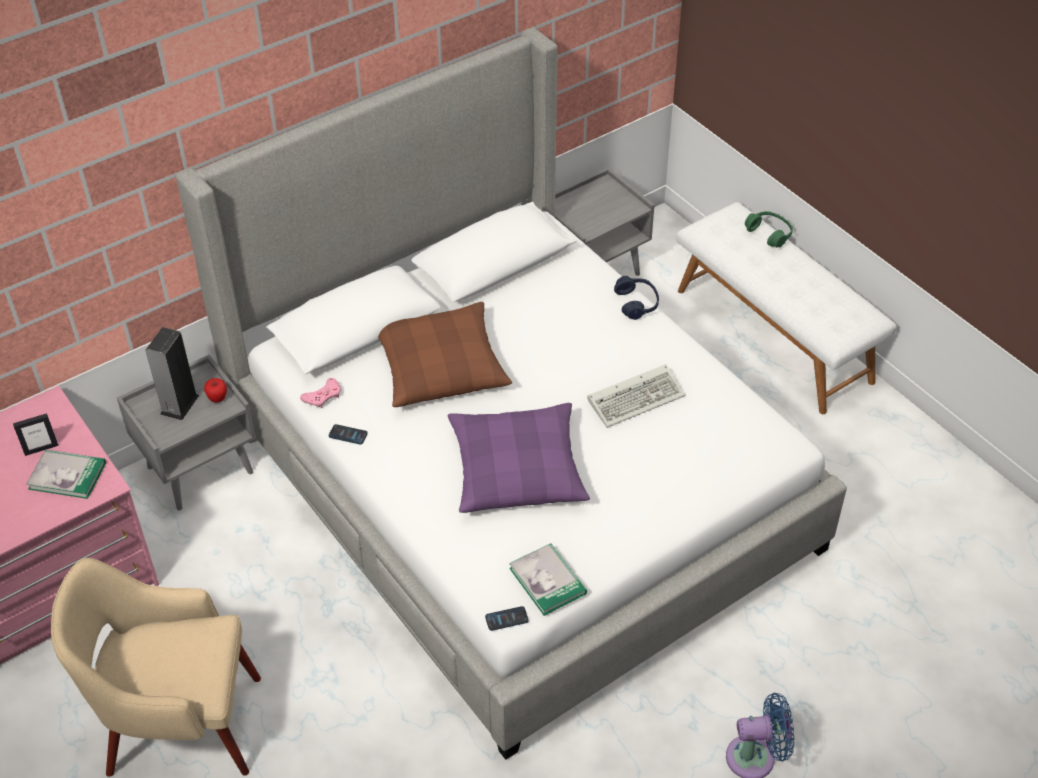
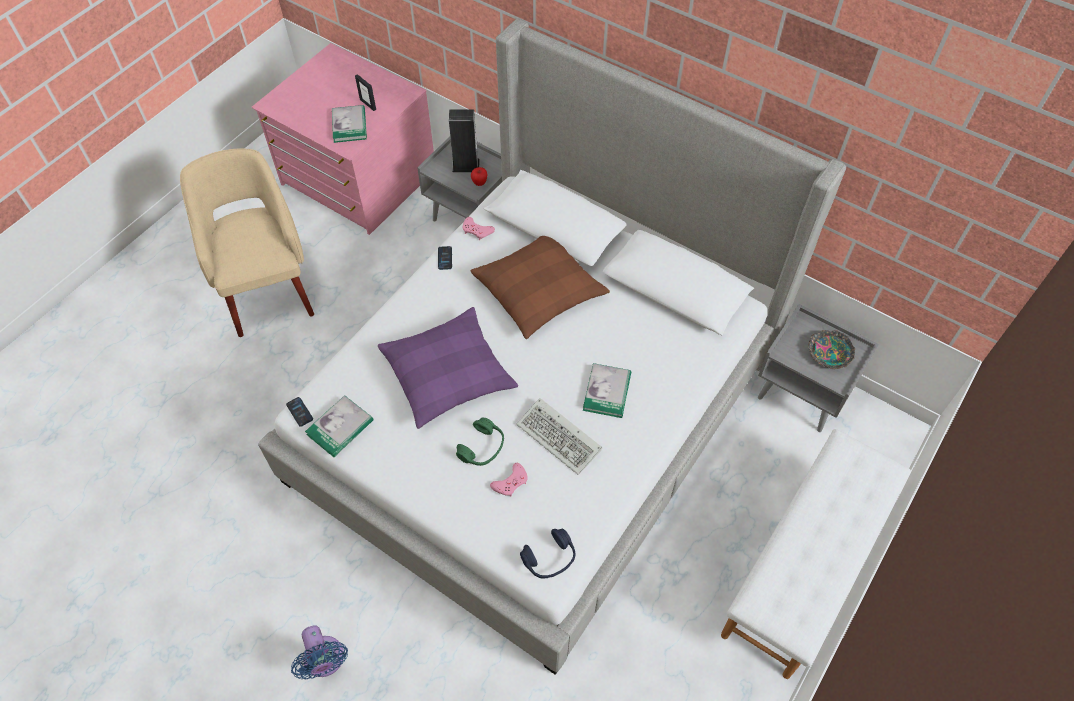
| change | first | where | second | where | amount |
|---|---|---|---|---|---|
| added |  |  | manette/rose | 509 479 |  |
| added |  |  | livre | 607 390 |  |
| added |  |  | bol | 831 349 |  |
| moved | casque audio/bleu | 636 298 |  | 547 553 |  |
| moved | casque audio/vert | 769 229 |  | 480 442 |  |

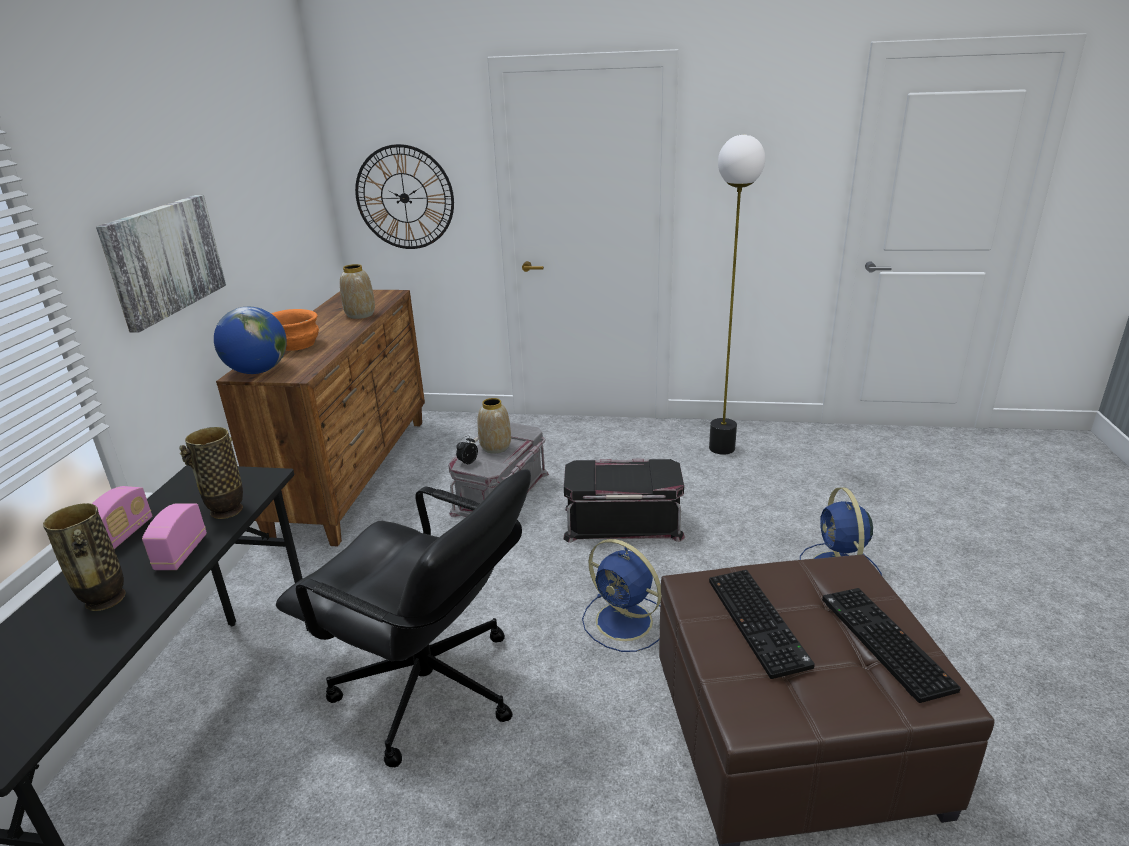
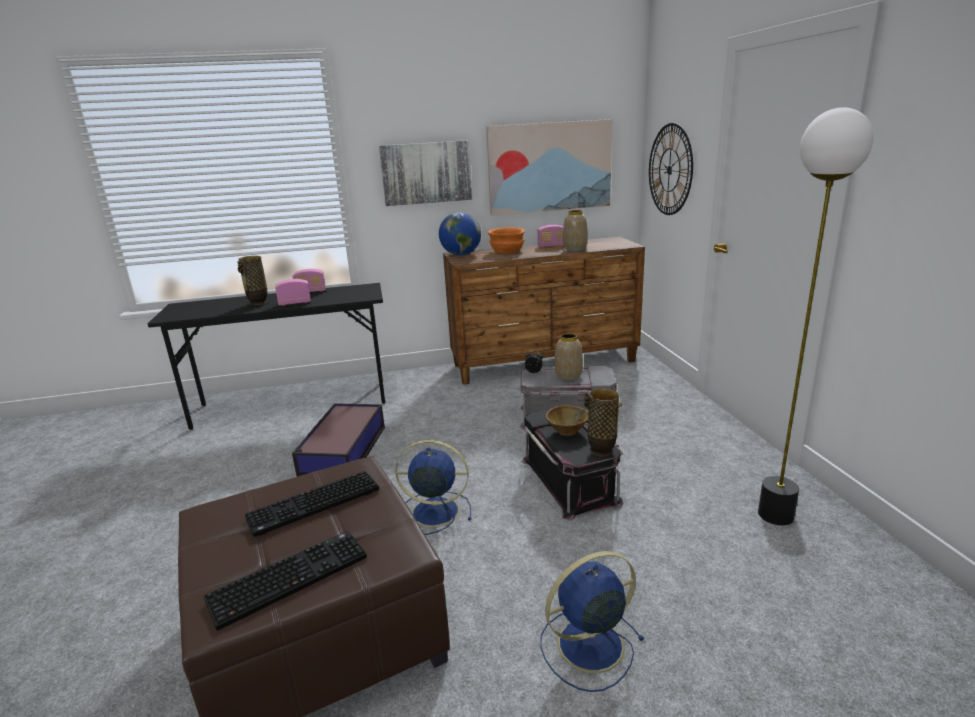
| change | first | where | second | where | amount |
|---|---|---|---|---|---|
| added |  |  | tableau | 549 167 |  |
| added |  |  | radio | 551 236 |  |
| added |  |  | bol/marron | 567 420 |  |
| moved | vase | 211 473 |  | 603 422 |  |
| replaced | chaise de bureau/noir | 403 618 | boîte de rangement | 338 440 |  |
| turned | ventilateur/bleu | 622 595 |  | 433 487 | 75 degrees clockwise |

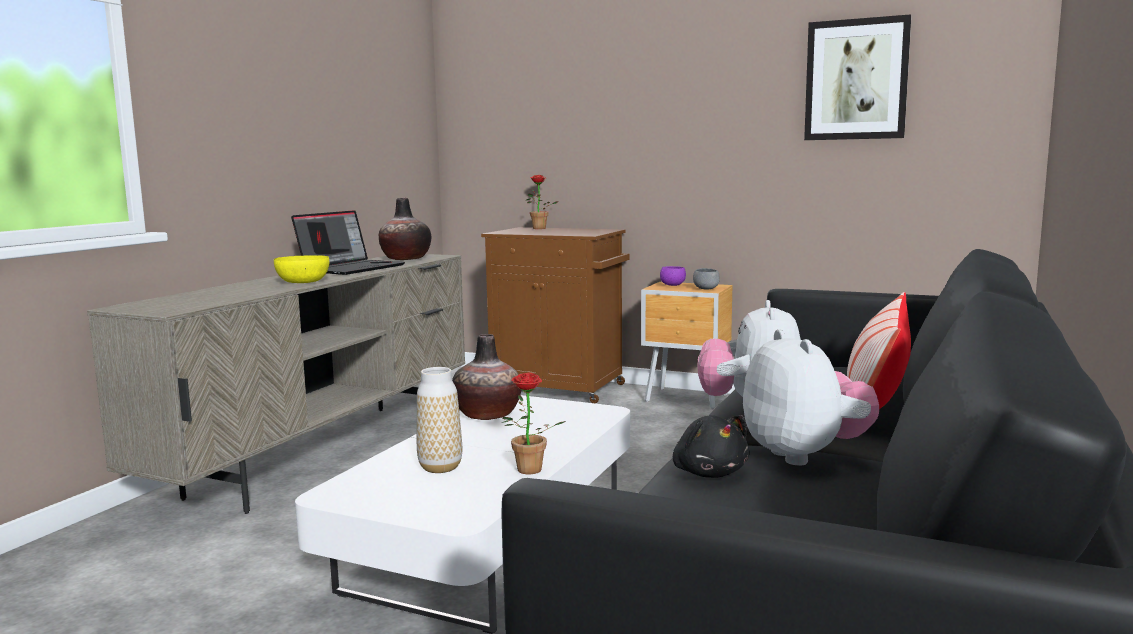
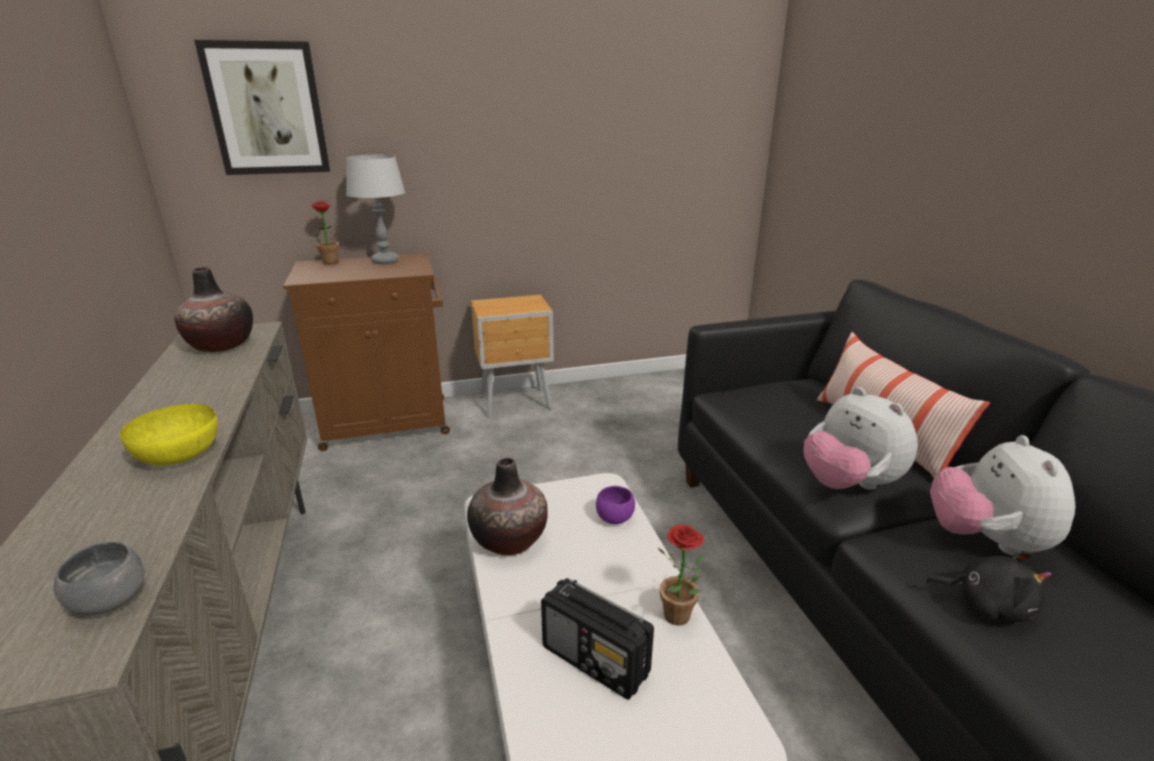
| change | first | where | second | where | amount |
|---|---|---|---|---|---|
| removed | ordinateur portable | 348 242 |  |  |  |
| added |  |  | lampe de table/gris | 375 209 |  |
| moved | bol/violet | 673 276 |  | 615 505 |  |
| moved | bol/gris | 706 278 |  | 99 578 |  |
| moved | tableau | 857 77 |  | 262 107 |  |
| replaced | vase | 439 420 | radio | 597 639 |  |
| turned | peluche | 811 397 |  | 1002 495 | 120 degrees counterclockwise |

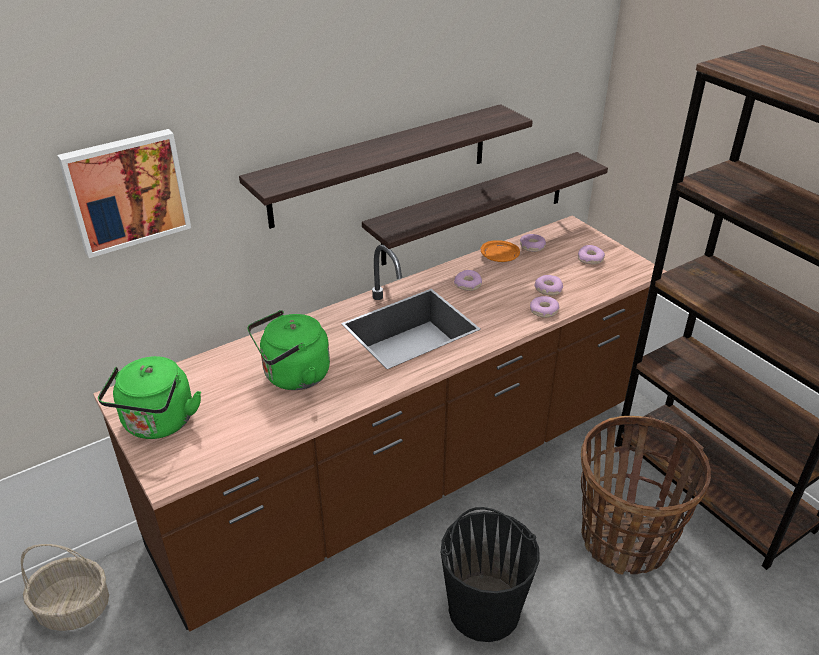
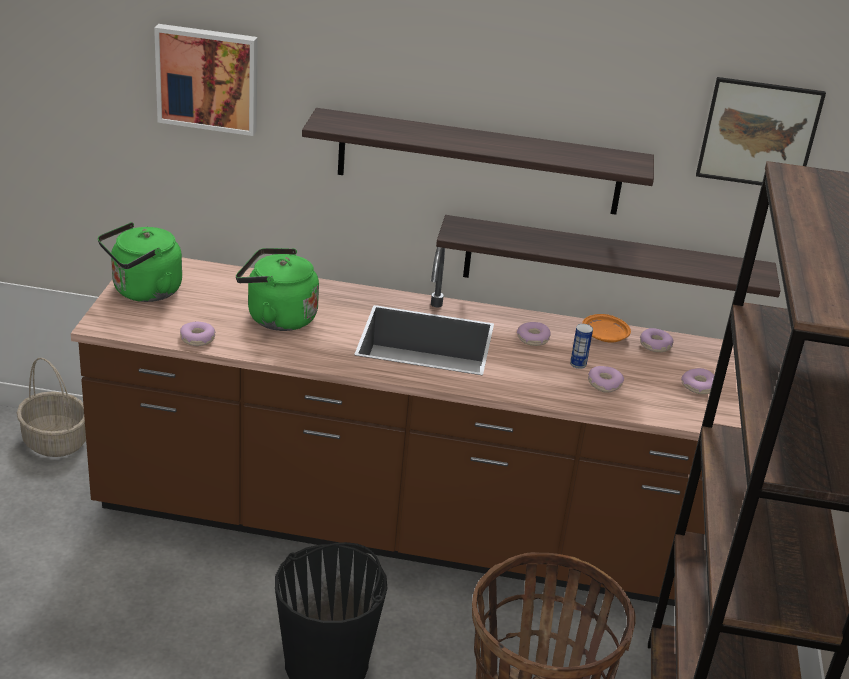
| change | first | where | second | where | amount |
|---|---|---|---|---|---|
| added |  |  | boîte métallique | 581 346 |  |
| added |  |  | tableau | 761 131 |  |
| moved | beignet | 544 307 |  | 198 334 |  |

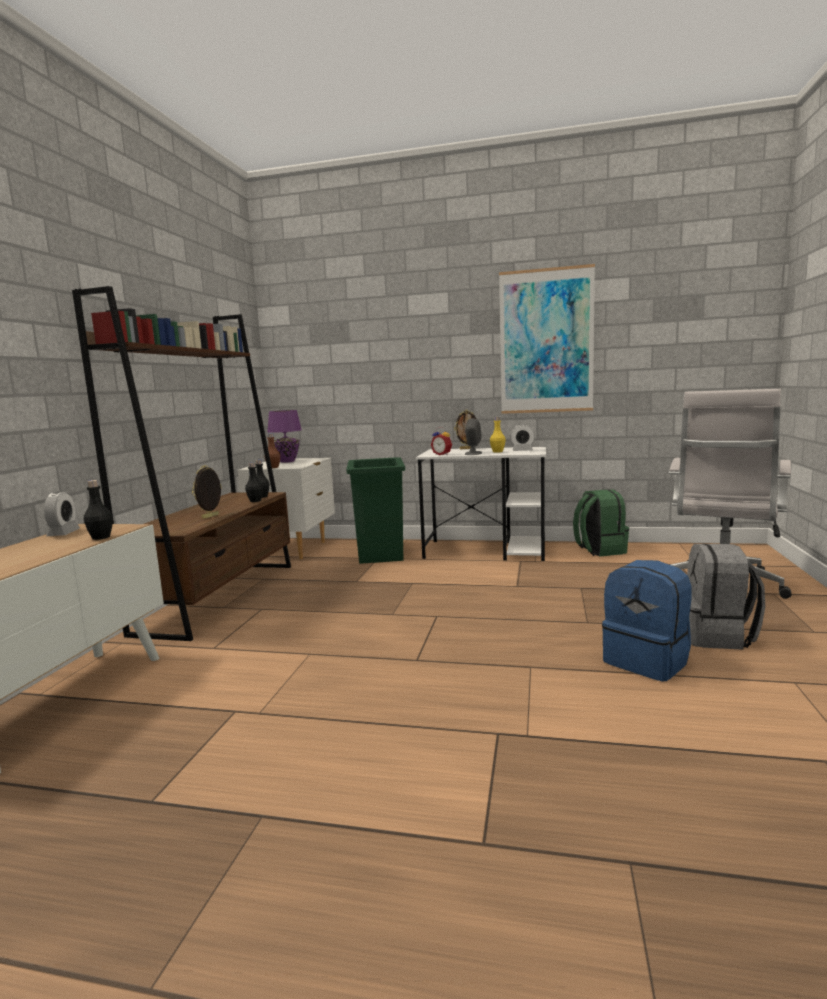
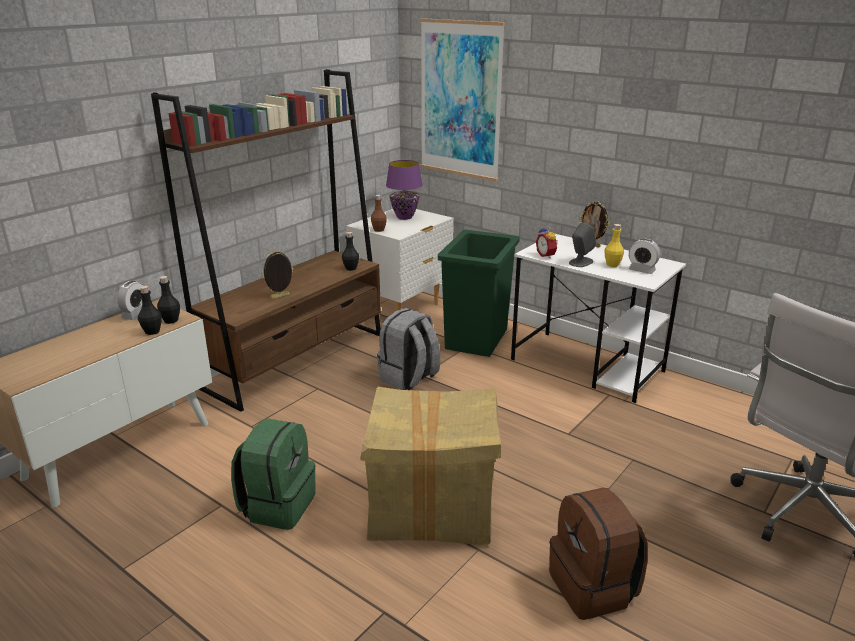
| change | first | where | second | where | amount |
|---|---|---|---|---|---|
| added |  |  | carton | 430 466 |  |
| moved | bouteille/noir | 254 482 |  | 168 300 |  |
| moved | tableau | 547 339 |  | 462 100 |  |
| moved | sac à dos/vert | 601 522 |  | 273 474 |  |
| moved | sac à dos/gris | 726 596 |  | 408 349 |  |
| recoloured | sac à dos/bleu | 647 621 | sac à dos/marron | 598 554 |  |

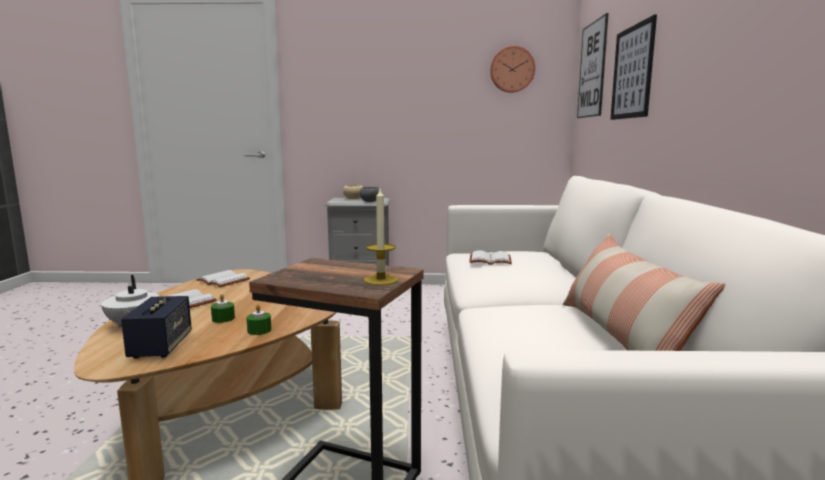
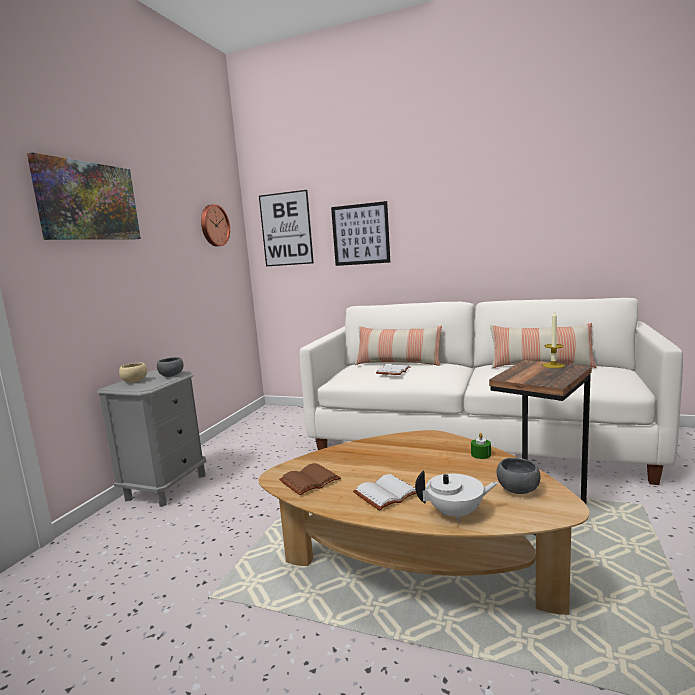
| change | first | where | second | where | amount |
|---|---|---|---|---|---|
| removed | bougie/vert | 223 308 |  |  |  |
| added |  |  | tableau | 84 196 |  |
| added |  |  | coussin | 398 345 |  |
| replaced | enceinte | 156 327 | bol/gris | 518 476 |  |
| recoloured | livre/blanc | 223 278 | livre/marron | 310 479 |  |

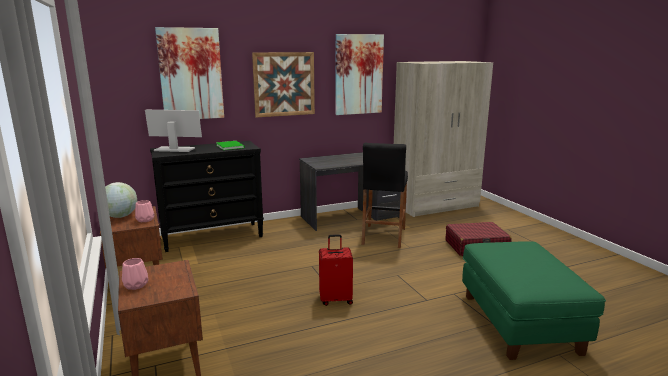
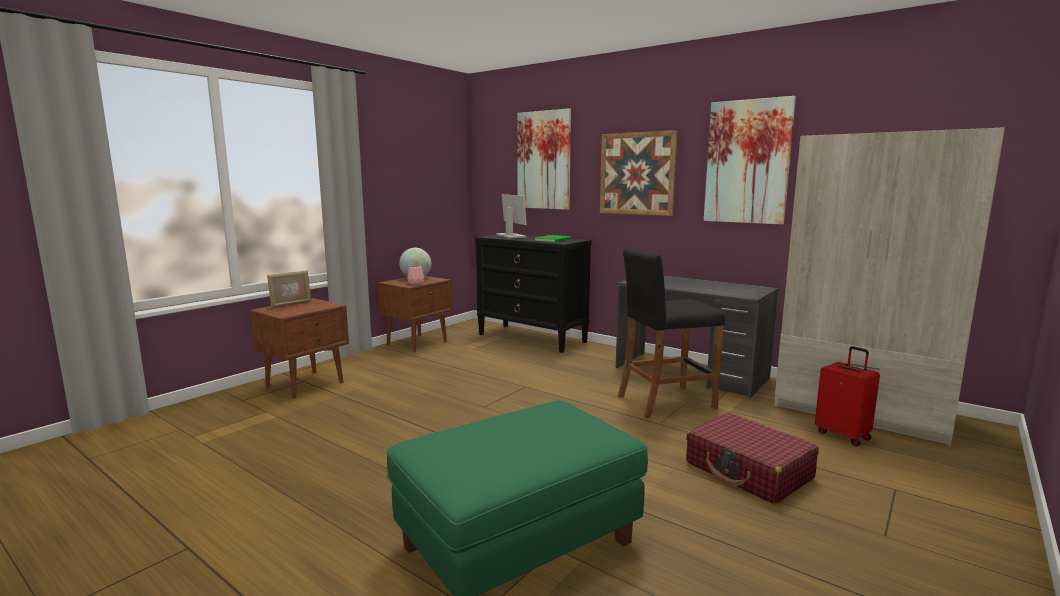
| change | first | where | second | where | amount |
|---|---|---|---|---|---|
| moved | valise/rouge | 336 270 |  | 847 396 |  |
| replaced | vase/rose | 135 274 | cadre photo | 289 289 |  |

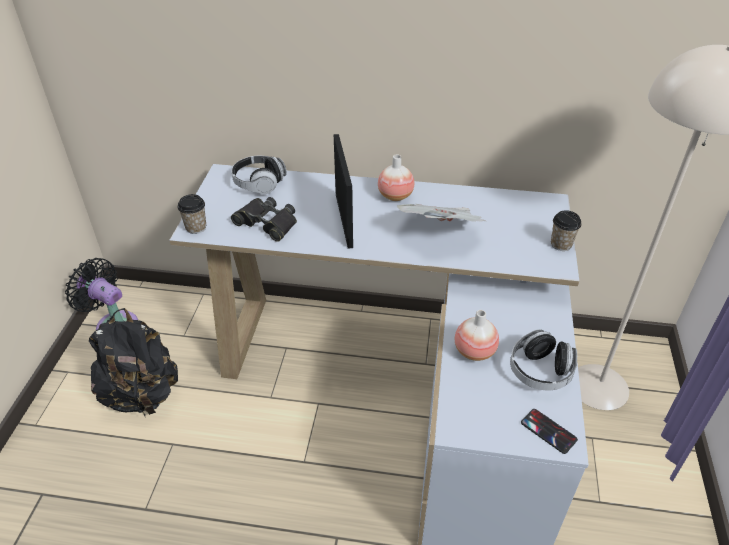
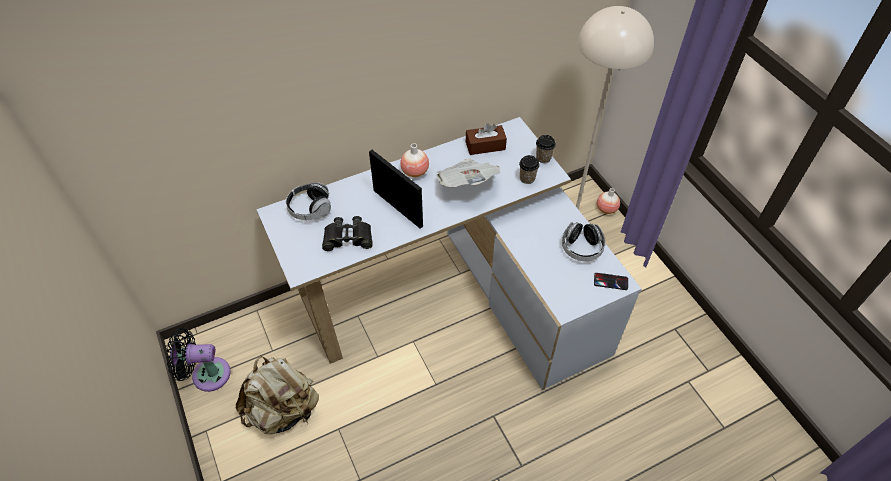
| change | first | where | second | where | amount |
|---|---|---|---|---|---|
| added |  |  | boîte à mouchoirs/marron | 486 139 |  |
| moved | tasse | 192 214 |  | 529 169 |  |
| moved | vase | 477 335 |  | 608 201 |  |
| recoloured | sac à dos/noir | 133 362 | sac à dos/beige | 277 395 |  |

